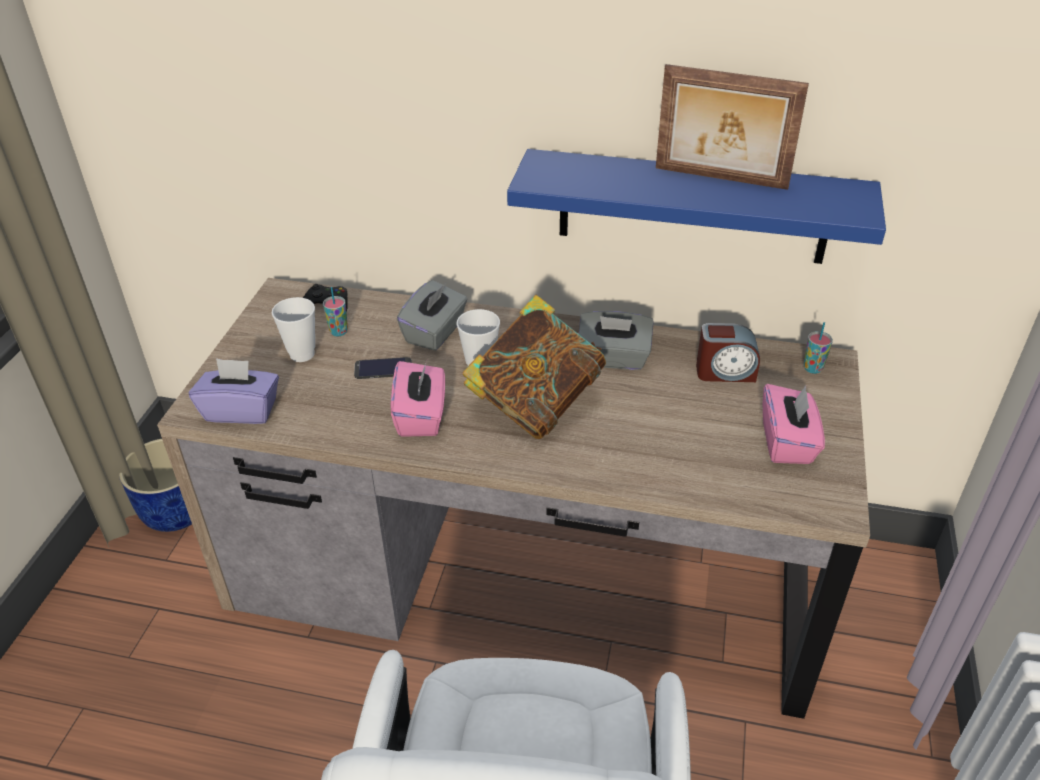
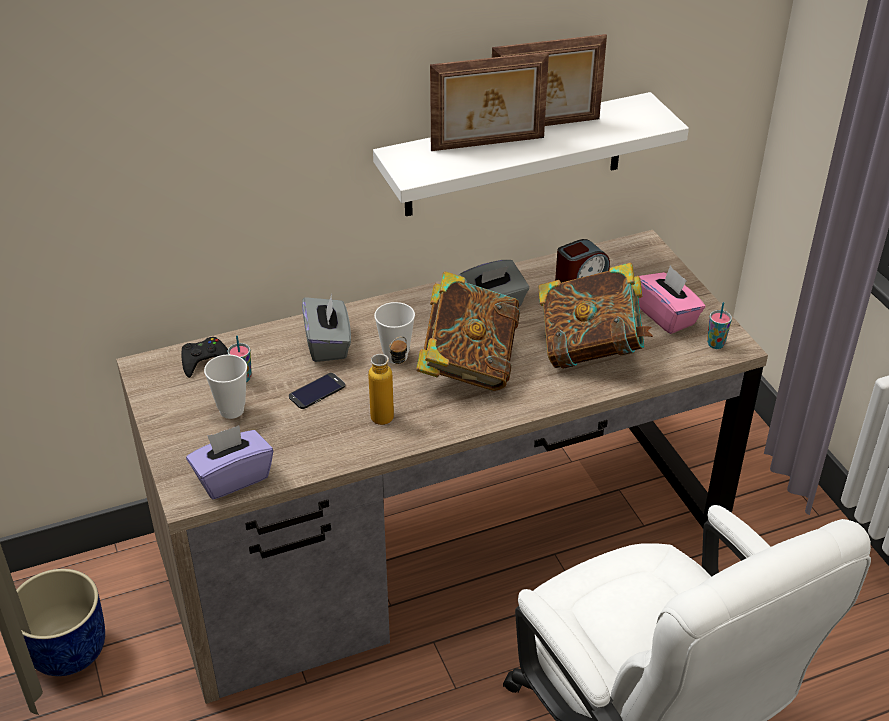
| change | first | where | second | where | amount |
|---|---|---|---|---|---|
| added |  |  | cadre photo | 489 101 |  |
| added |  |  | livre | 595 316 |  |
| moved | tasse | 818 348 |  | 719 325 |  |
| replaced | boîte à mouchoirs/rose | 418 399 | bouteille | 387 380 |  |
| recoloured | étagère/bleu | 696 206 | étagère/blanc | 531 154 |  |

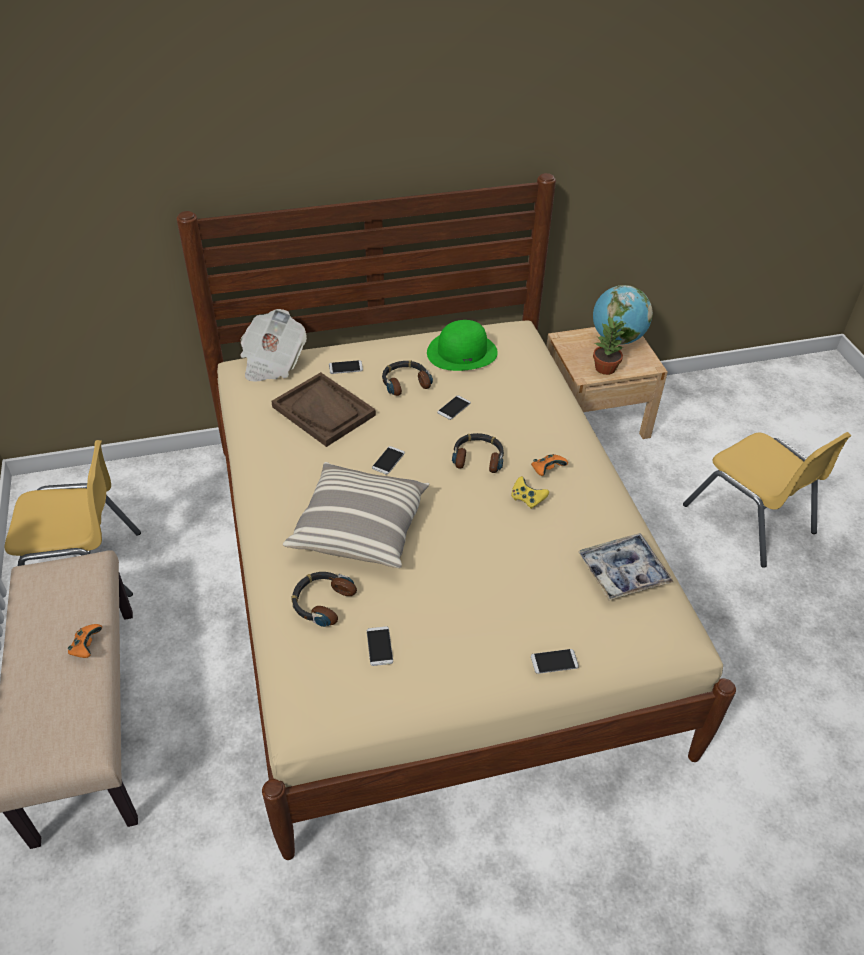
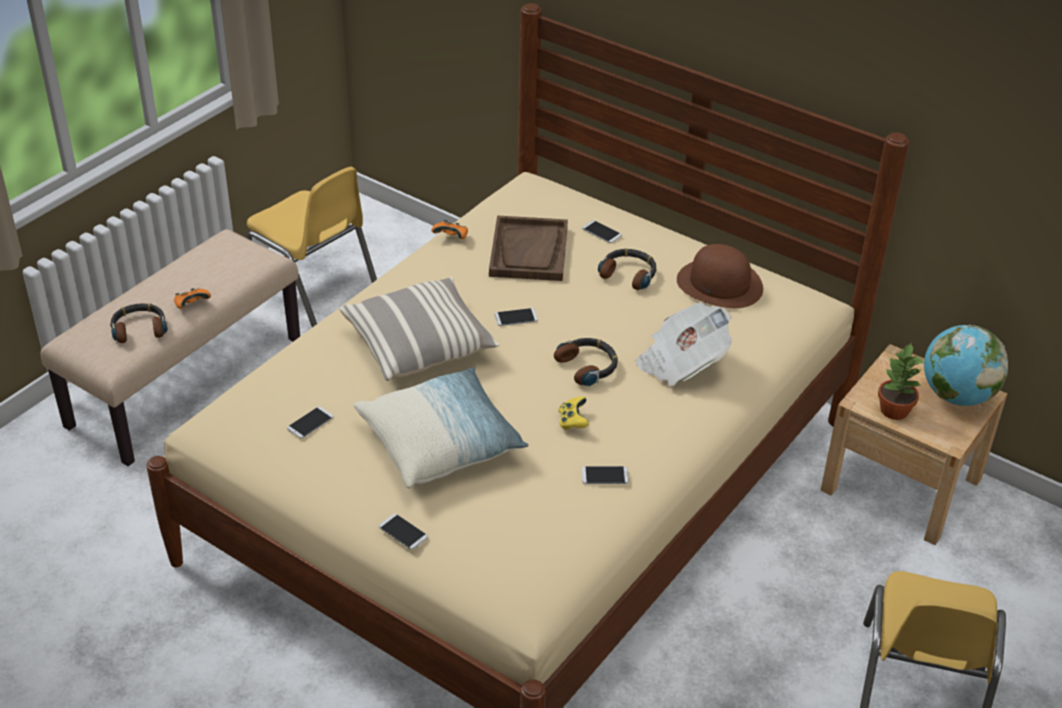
| change | first | where | second | where | amount |
|---|---|---|---|---|---|
| removed | plateau | 626 566 |  |  |  |
| added |  |  | coussin | 441 428 |  |
| moved | journal | 273 345 |  | 684 344 |  |
| moved | casque audio | 324 599 |  | 139 323 |  |
| moved | téléphone | 454 407 |  | 605 475 |  |
| moved | manette/orange | 549 465 |  | 450 229 |  |
| recoloured | chapeau/vert | 462 345 | chapeau/marron | 720 276 |  |

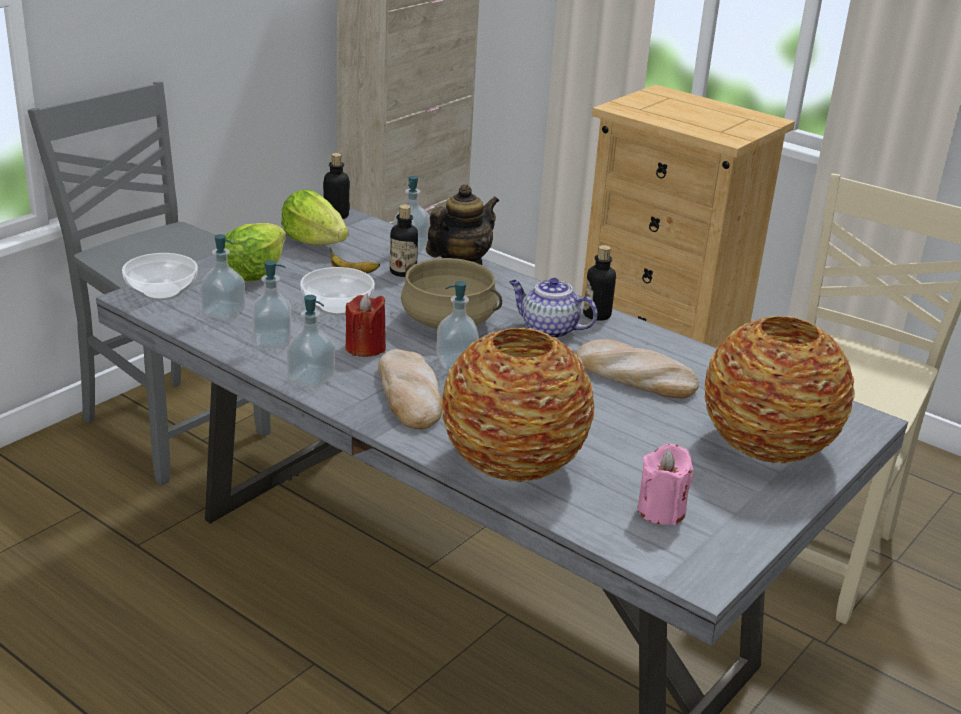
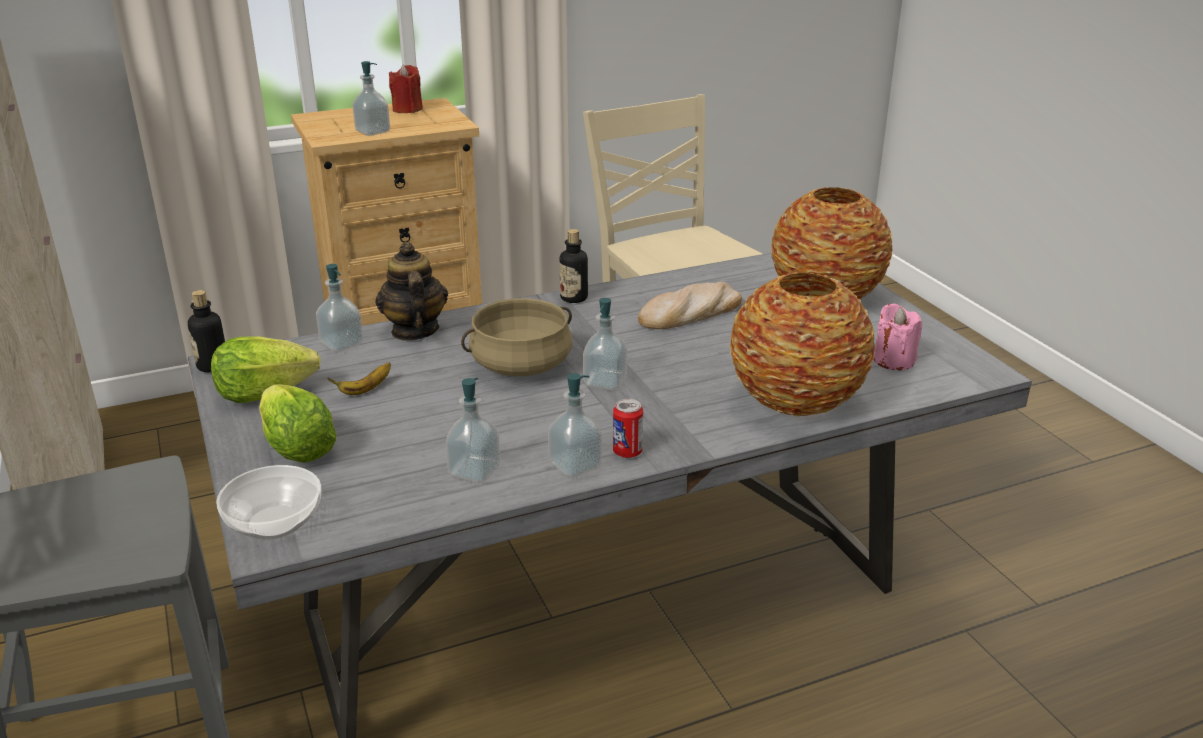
| change | first | where | second | where | amount |
|---|---|---|---|---|---|
| removed | bol | 337 291 |  |  |  |
| removed | pain | 410 389 |  |  |  |
| removed | bouteille | 404 241 |  |  |  |
| removed | théière | 553 308 |  |  |  |
| added |  |  | boîte métallique | 628 428 |  |
| moved | distributeur de savon | 223 277 |  | 371 98 |  |
| moved | bougie/rouge | 365 325 |  | 406 88 |  |

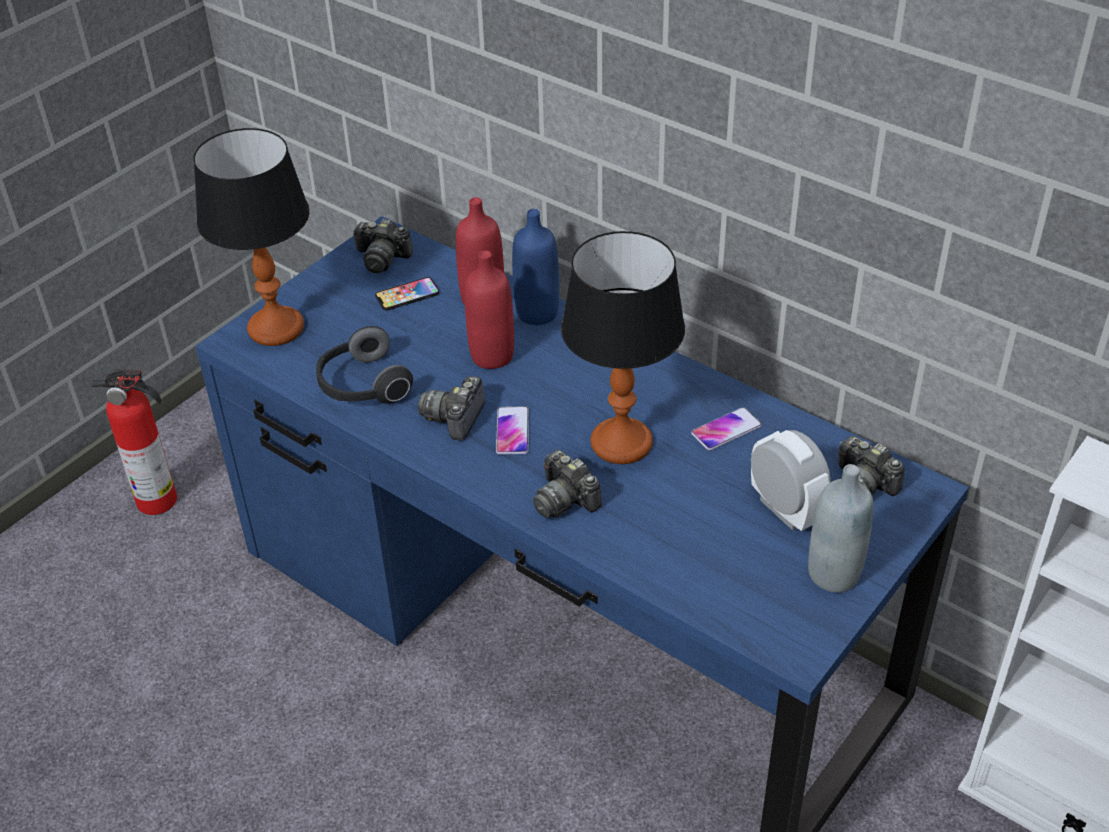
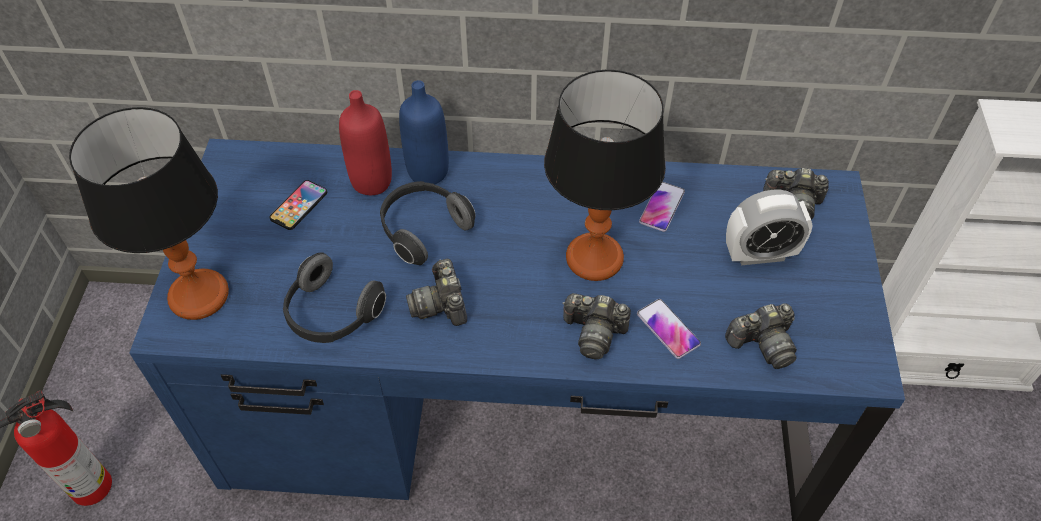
| change | first | where | second | where | amount |
|---|---|---|---|---|---|
| removed | bouteille/gris | 841 528 |  |  |  |
| moved | appareil photo | 383 246 |  | 761 336 |  |
| moved | téléphone | 512 430 |  | 669 329 |  |
| replaced | bouteille/rouge | 489 310 | casque audio | 428 223 |  |
| turned | réveil | 791 480 |  | 769 227 | 150 degrees clockwise |

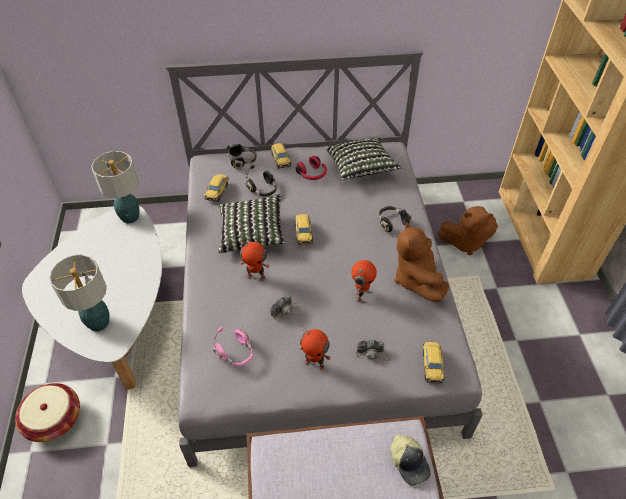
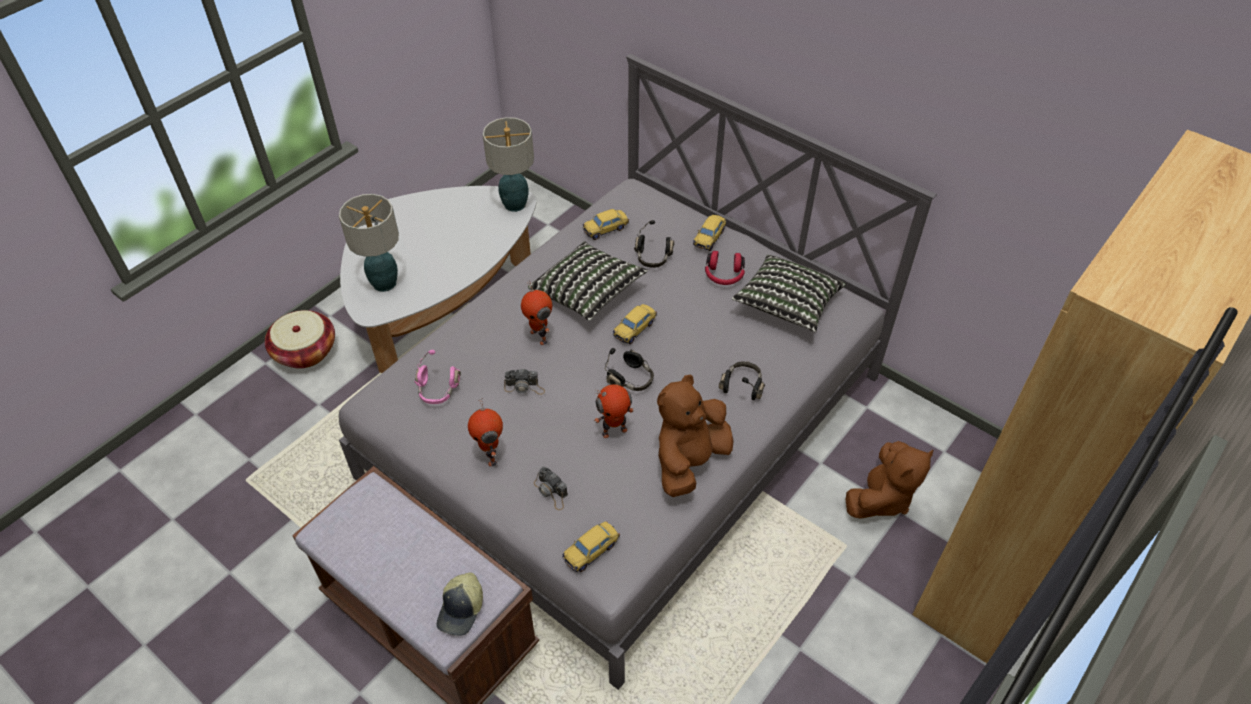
| change | first | where | second | where | amount |
|---|---|---|---|---|---|
| moved | casque audio/noir | 241 156 |  | 629 369 |  |
| turned | peluche/marron | 467 231 |  | 889 480 | 90 degrees counterclockwise |

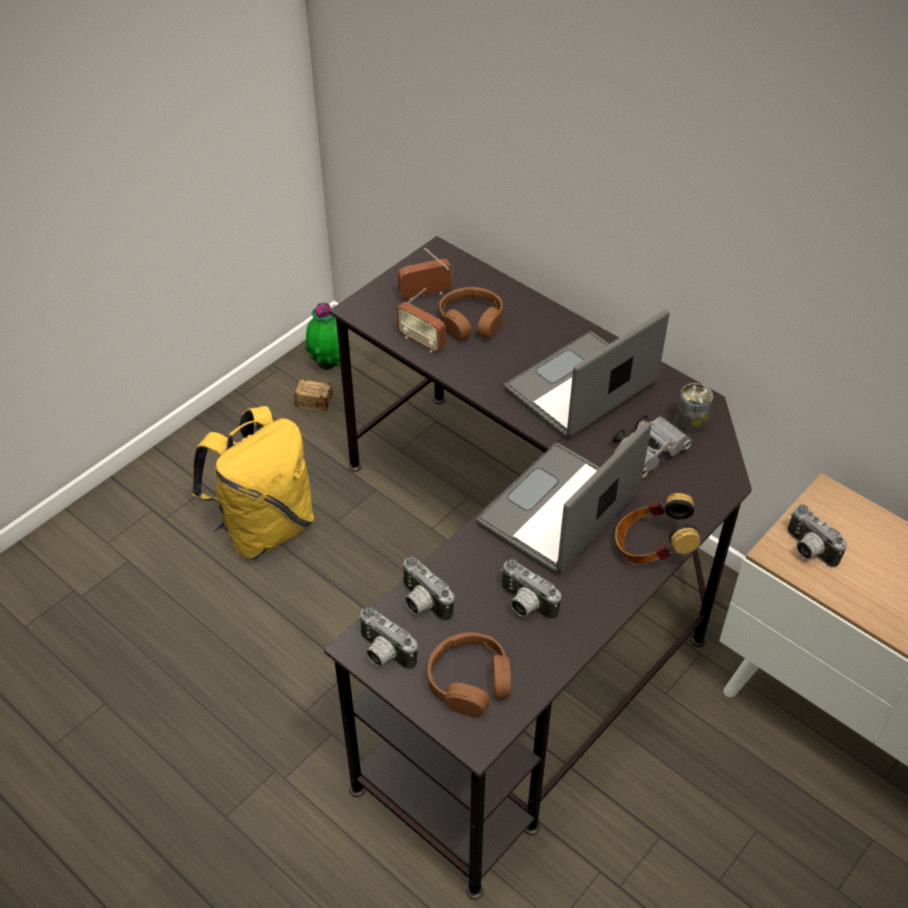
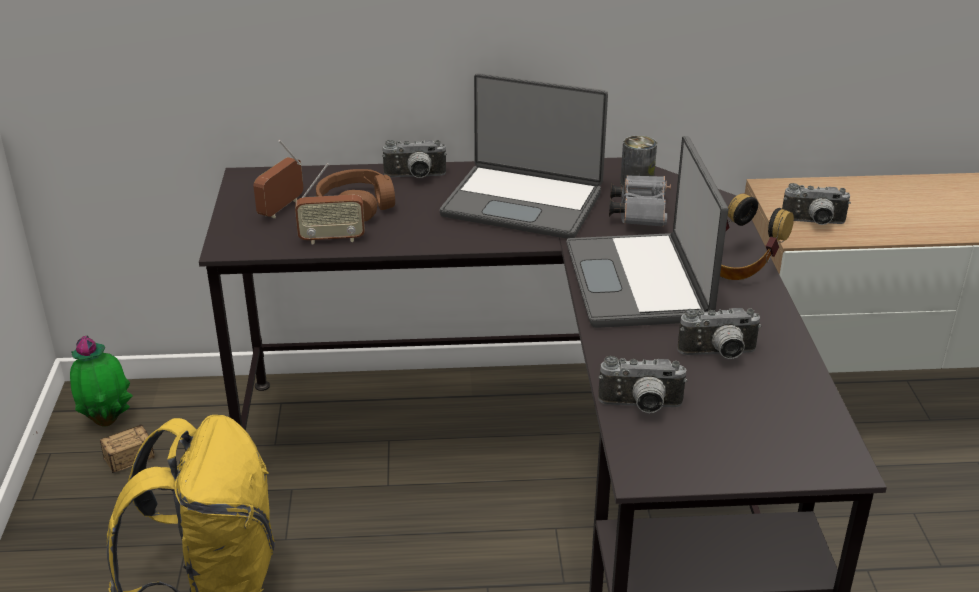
| change | first | where | second | where | amount |
|---|---|---|---|---|---|
| removed | casque audio/marron | 469 674 |  |  |  |
| moved | appareil photo | 388 638 |  | 414 159 |  |
| turned | ordinateur portable | 586 374 |  | 524 156 | 75 degrees counterclockwise |

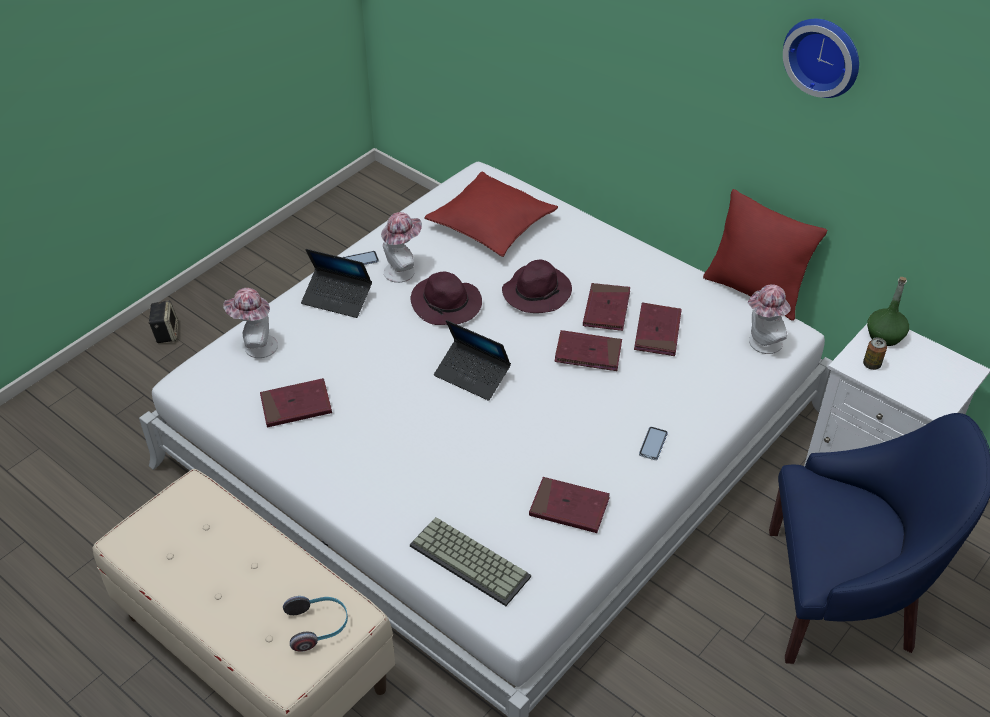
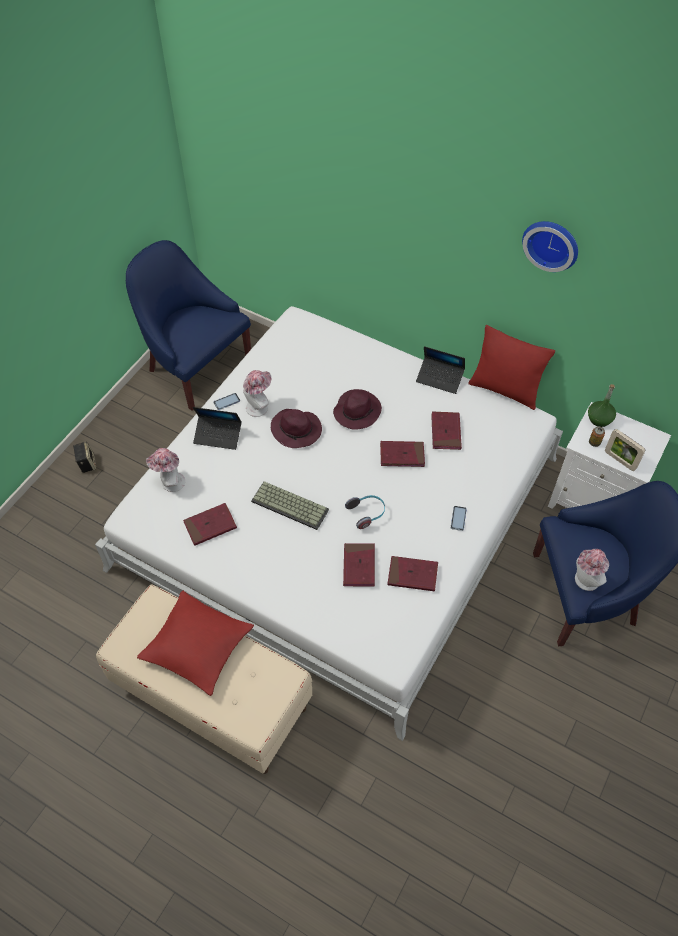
| change | first | where | second | where | amount |
|---|---|---|---|---|---|
| added |  |  | fauteuil/bleu | 188 325 |  |
| added |  |  | cadre photo | 625 450 |  |
| moved | casque audio | 315 624 |  | 365 512 |  |
| moved | clavier | 470 561 |  | 290 505 |  |
| moved | coussin/rouge | 491 214 |  | 195 643 |  |
| moved | ordinateur portable | 472 360 |  | 440 370 |  |
| moved | livre/rouge | 606 307 |  | 359 565 |  |
| moved | chapeau | 769 319 |  | 592 570 |  |

